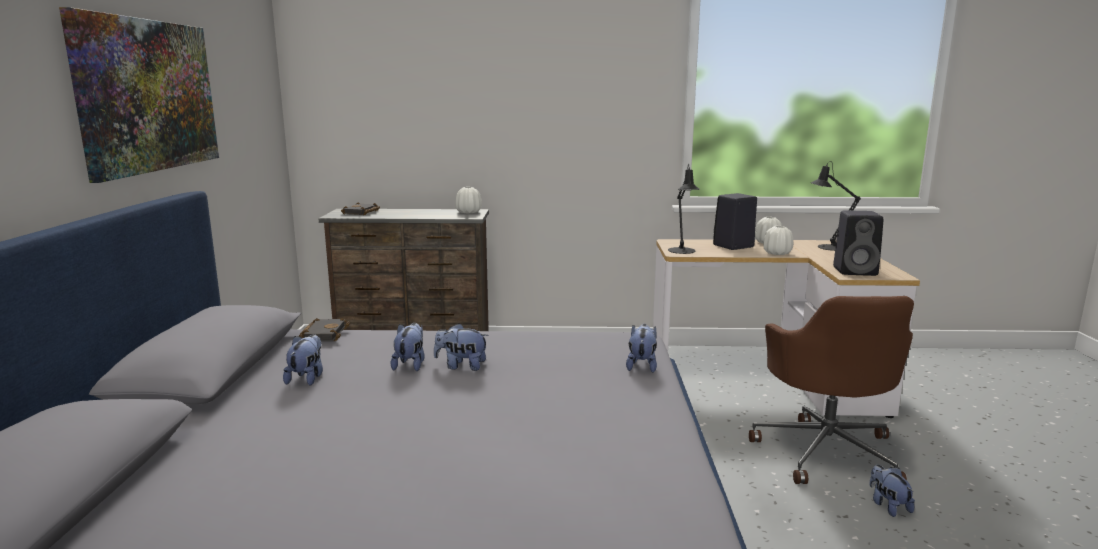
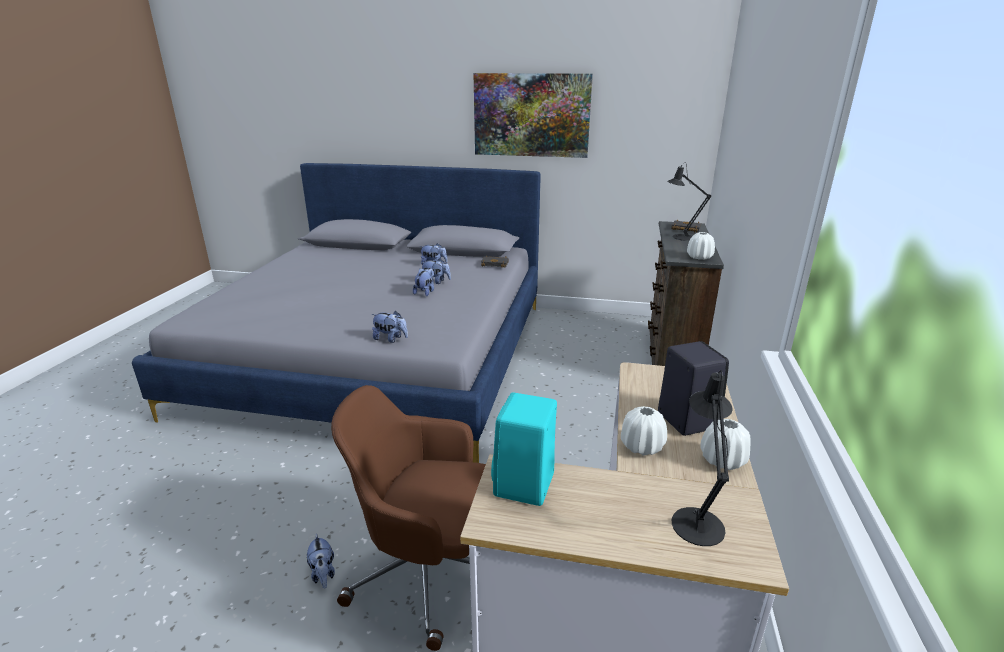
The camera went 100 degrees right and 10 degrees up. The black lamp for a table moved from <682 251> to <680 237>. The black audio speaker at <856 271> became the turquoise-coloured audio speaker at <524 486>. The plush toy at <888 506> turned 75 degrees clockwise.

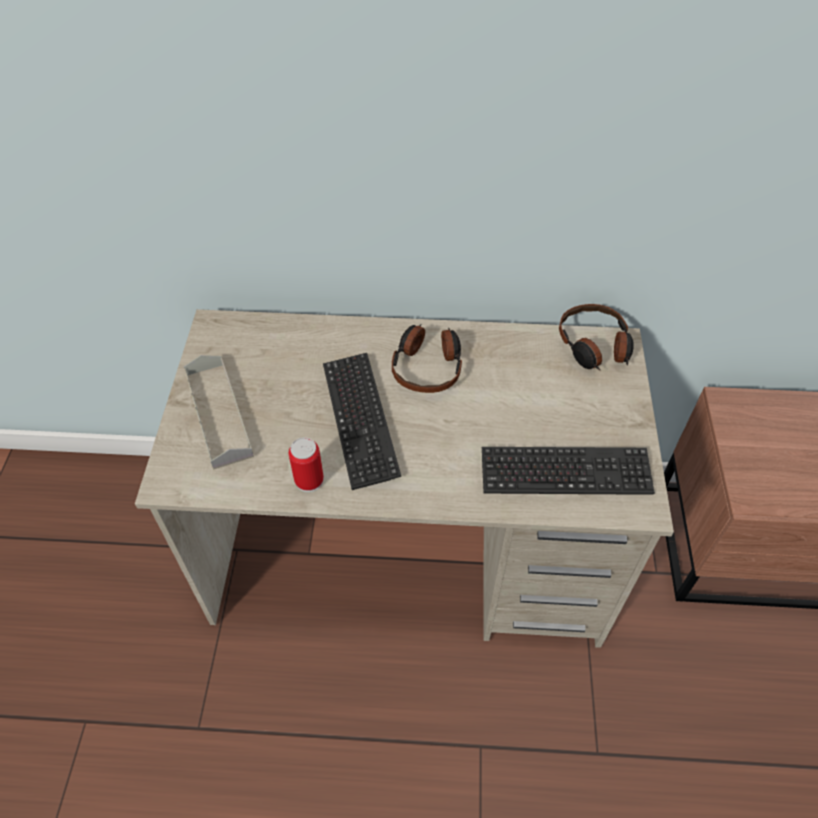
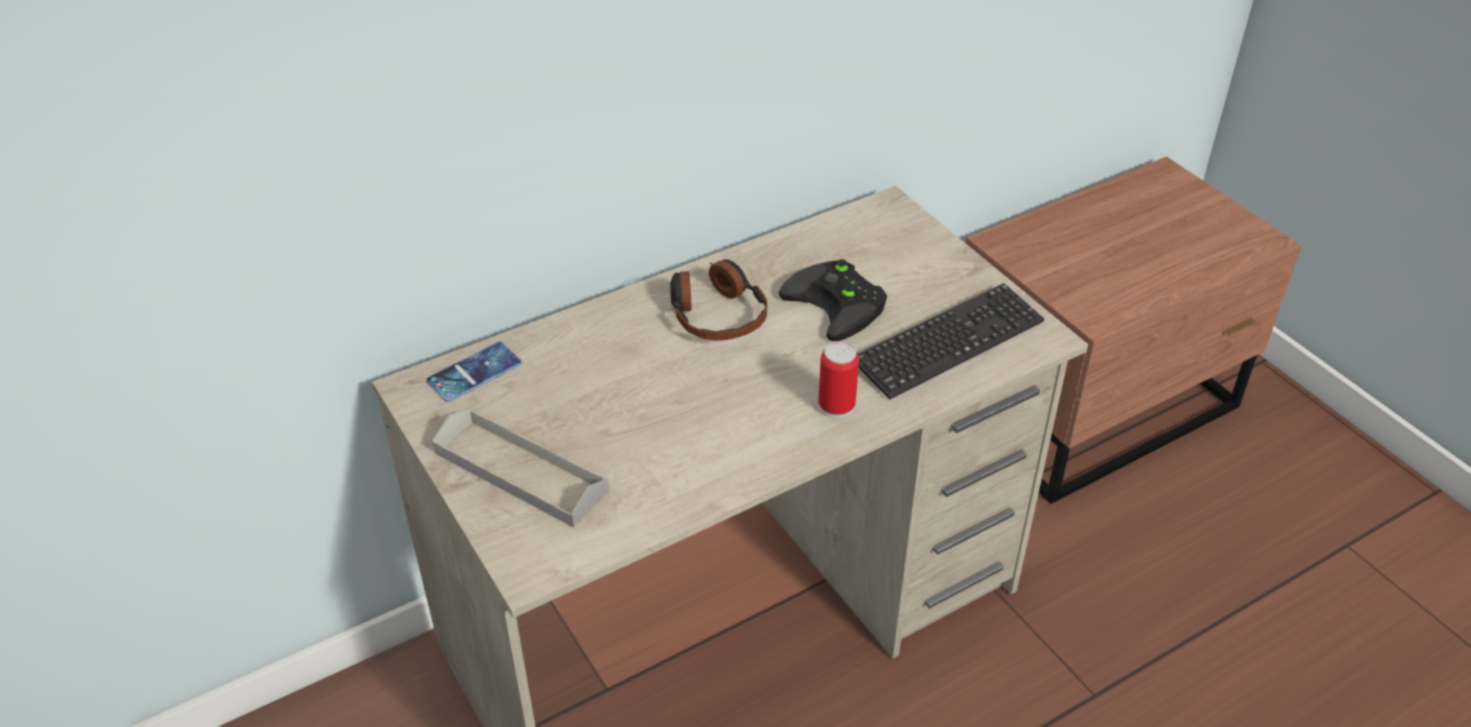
The camera went 35 degrees left and 10 degrees down. The headphones at <594 346> disappeared. The keyboard at <360 420> disappeared. The can moved from <309 480> to <836 406>. The black gamepad at <840 305> appeared. The handset at <474 372> appeared.

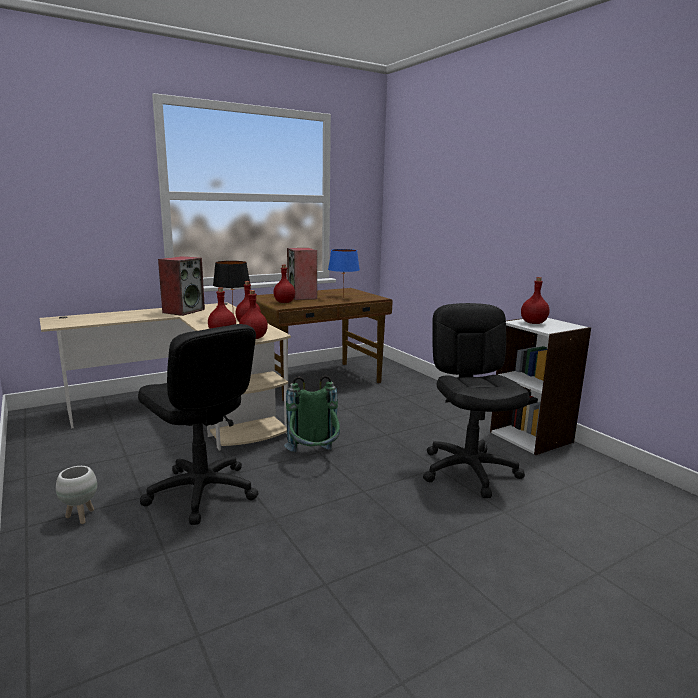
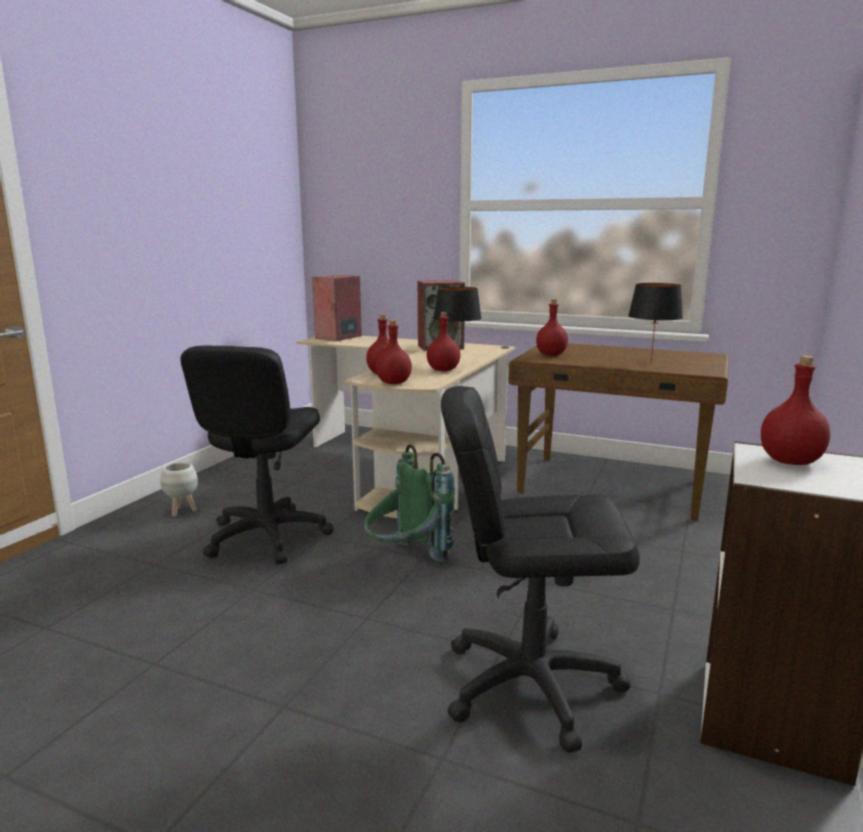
The camera went 55 degrees right and 0 degrees up. The audio speaker moved from <302 297> to <338 337>. The blue lamp for a table at <343 298> became the black lamp for a table at <651 363>. The black computer chair at <469 471> turned 135 degrees counterclockwise.

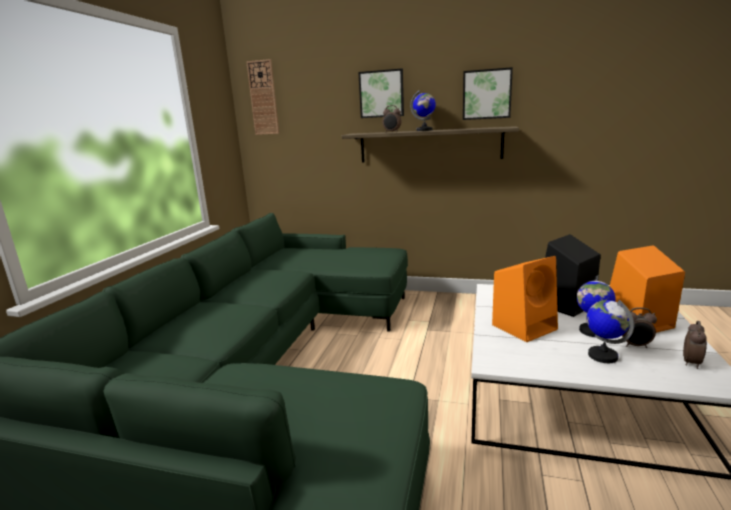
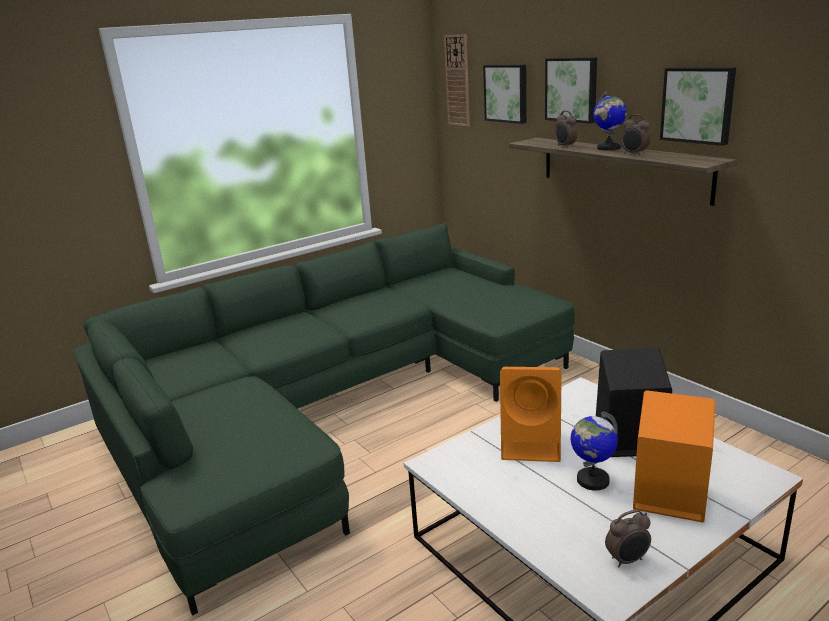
The camera went 40 degrees right and 5 degrees up. The globe at <602 356> disappeared. The bedside clock moved from <635 345> to <634 154>. The wall art at <507 93> appeared.

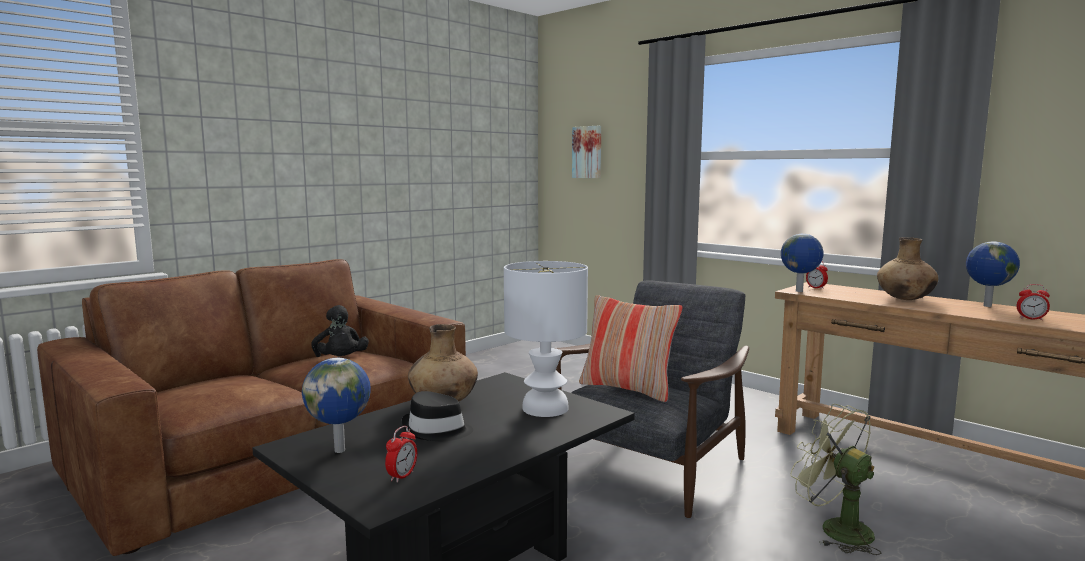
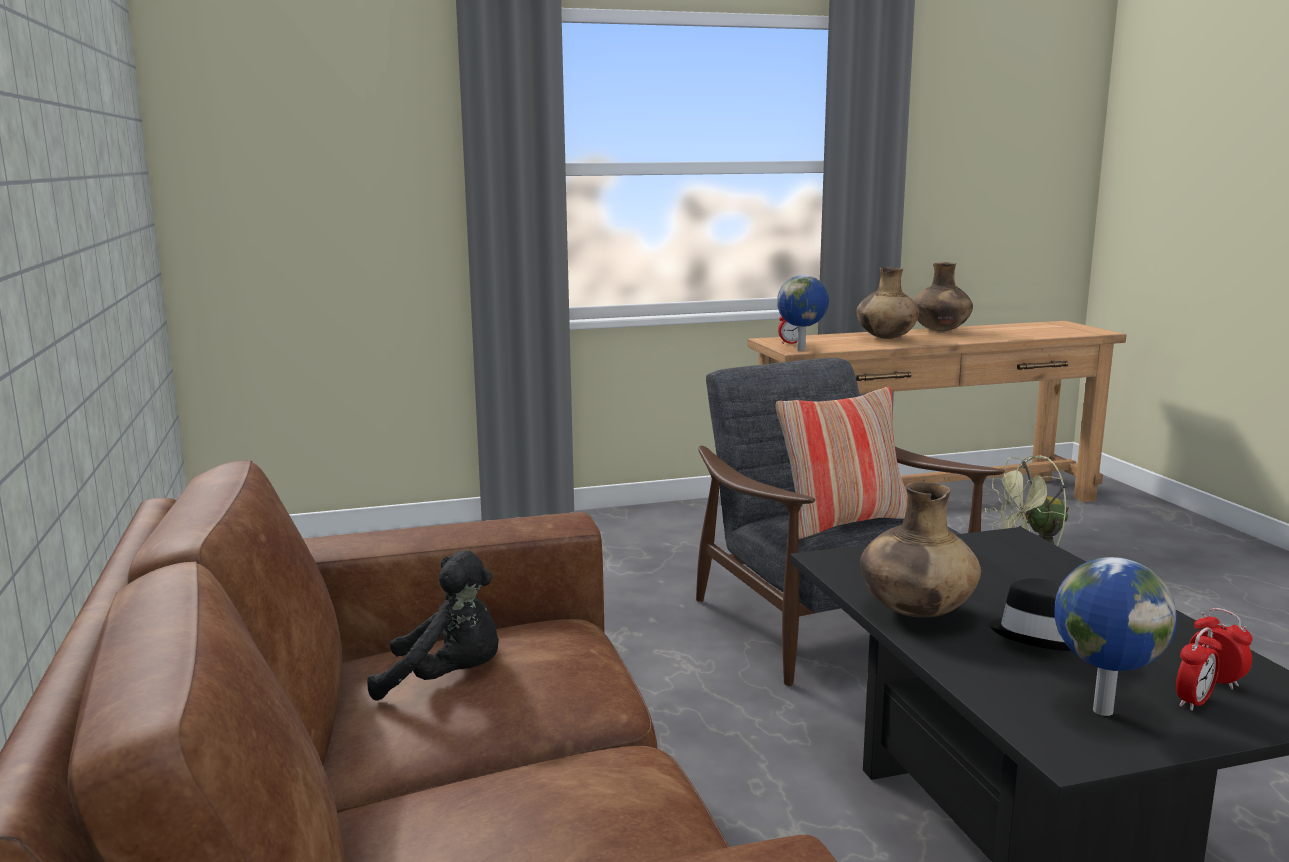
The camera went 60 degrees left and 5 degrees up. The wall art at <588 152> disappeared. The globe at <986 306> was replaced by the brownish vase at <940 331>. The whitish lamp for a table at <546 408> disappeared. The bedside clock moved from <1031 319> to <1194 702>.

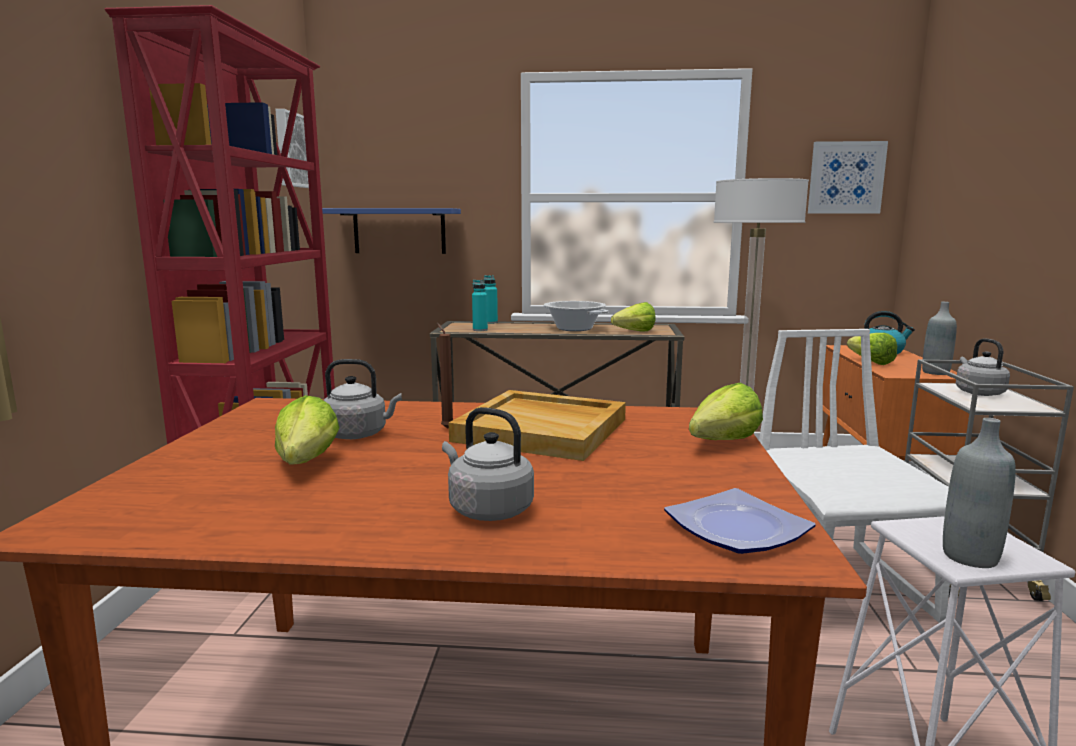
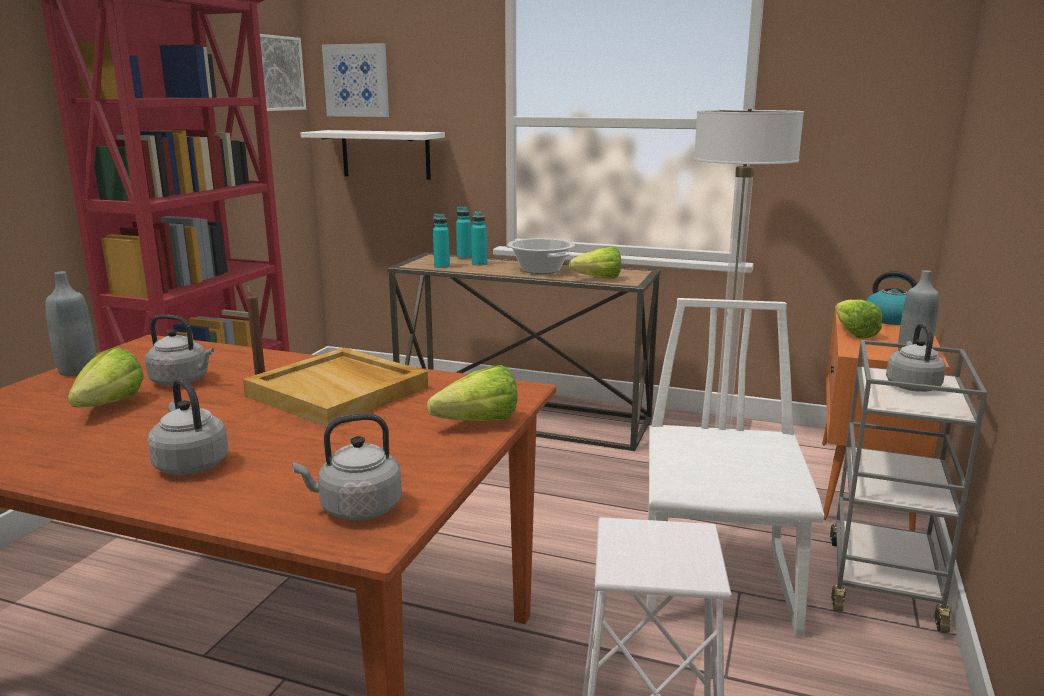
The camera went 15 degrees right and 5 degrees up. The wall art moved from <846 178> to <356 80>. The blue bracket shelf at <399 231> became the whitish bracket shelf at <386 154>. The gray beverage bottle moved from <970 557> to <78 371>. The dinner plate at <736 530> was replaced by the gray kettle at <356 509>. The turquoise-coloured beverage bottle at <479 264> appeared.

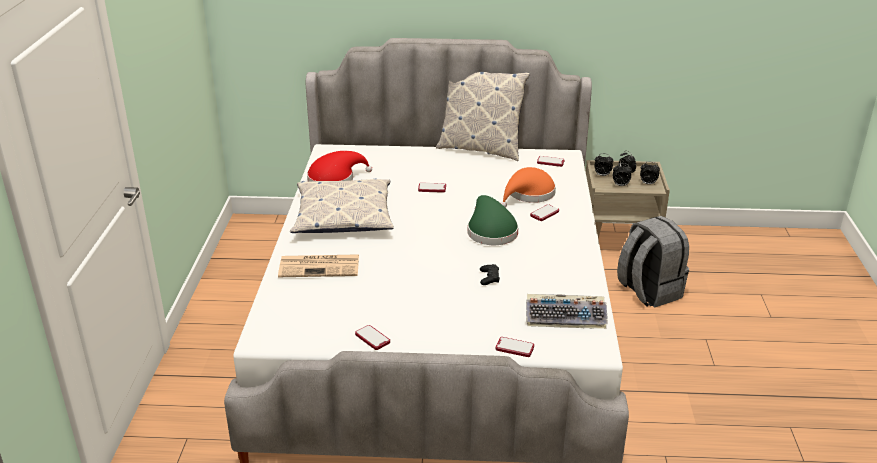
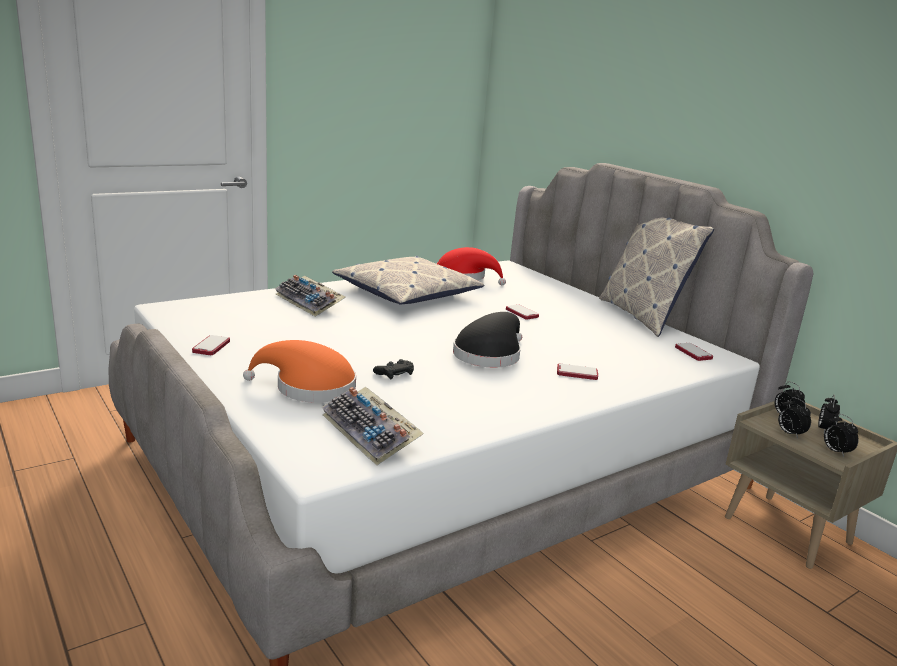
The camera went 50 degrees right and 10 degrees down. The orange wearable hat moved from <528 194> to <309 387>. The greenish wearable hat at <490 231> became the black wearable hat at <489 354>. The gray rucksack at <648 291> disappeared. The newspaper at <320 266> was replaced by the keyboard at <310 302>. The handset at <514 348> disappeared.

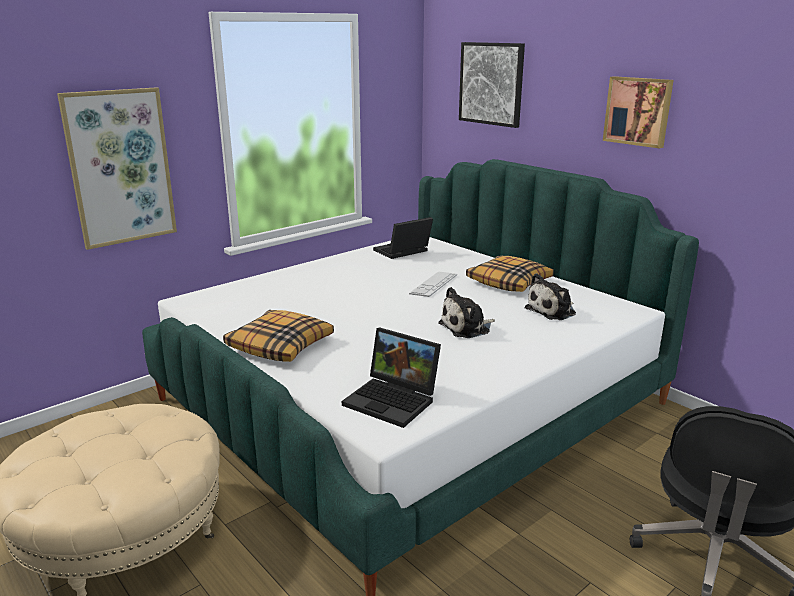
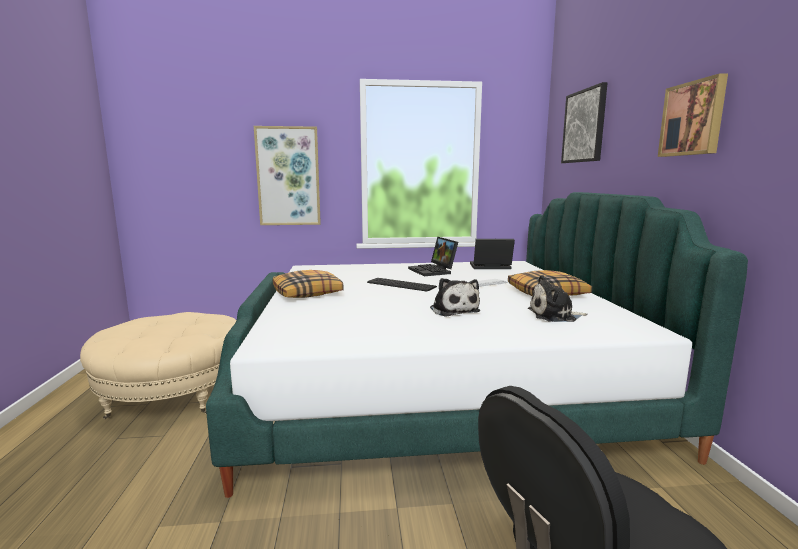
The camera went 35 degrees right and 10 degrees down. The plush toy at <467 328> turned 120 degrees counterclockwise. The portable computer moved from <394 400> to <433 271>. The keyboard at <401 285> appeared.

